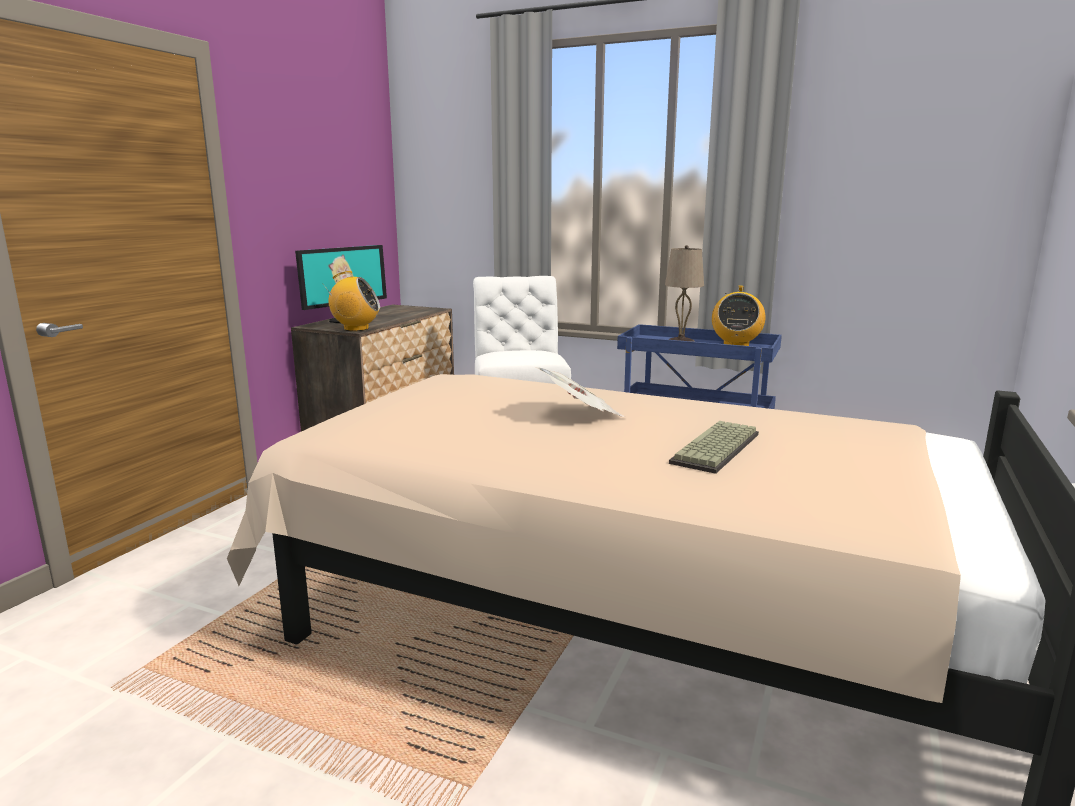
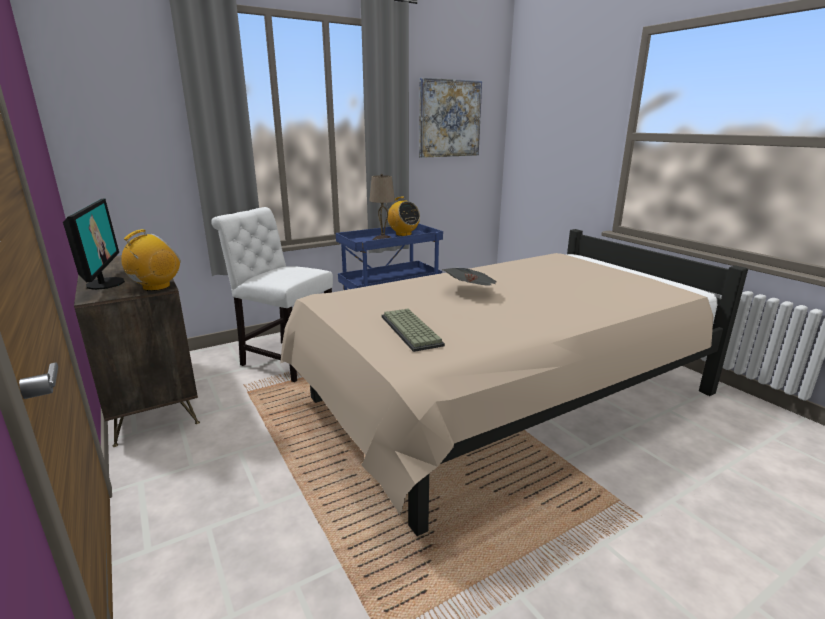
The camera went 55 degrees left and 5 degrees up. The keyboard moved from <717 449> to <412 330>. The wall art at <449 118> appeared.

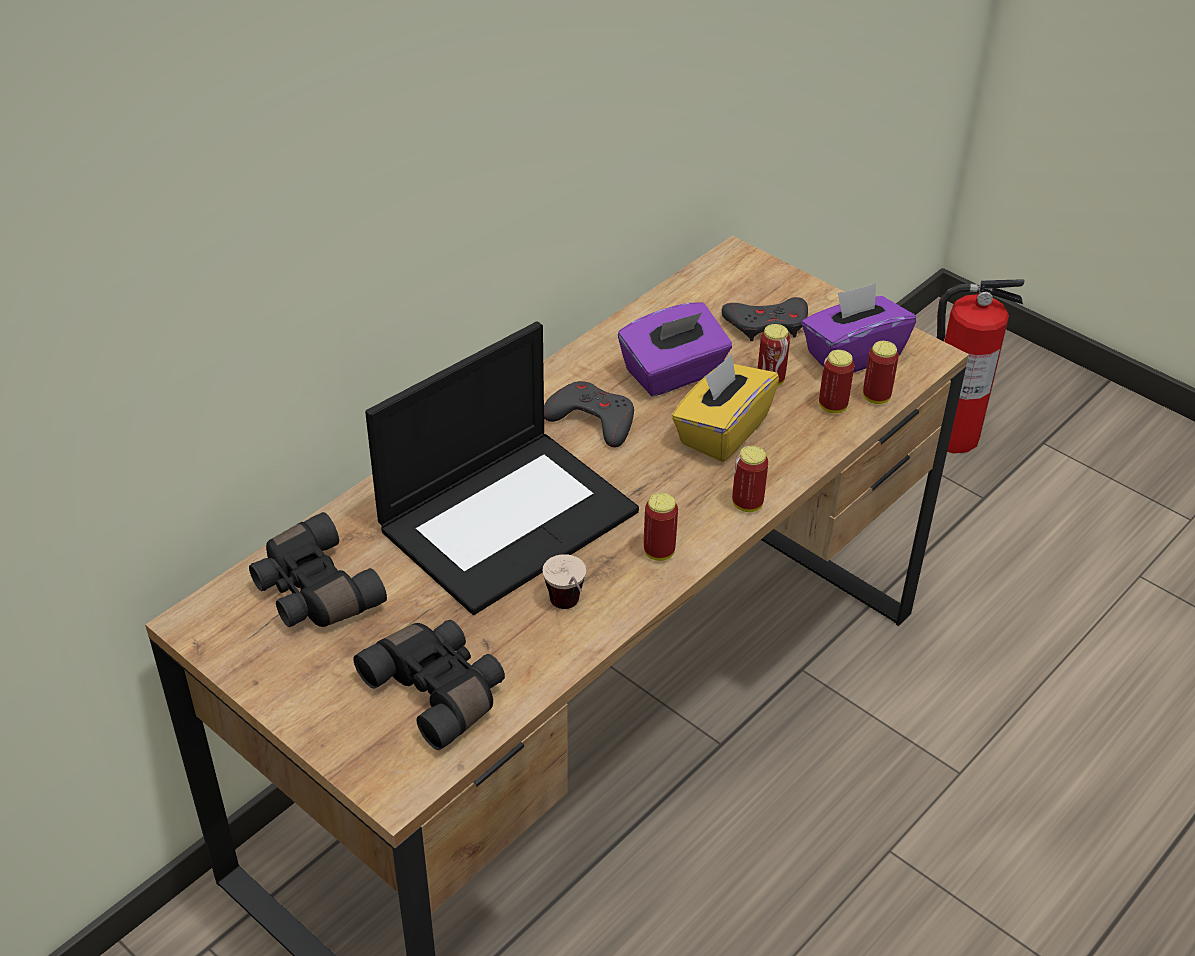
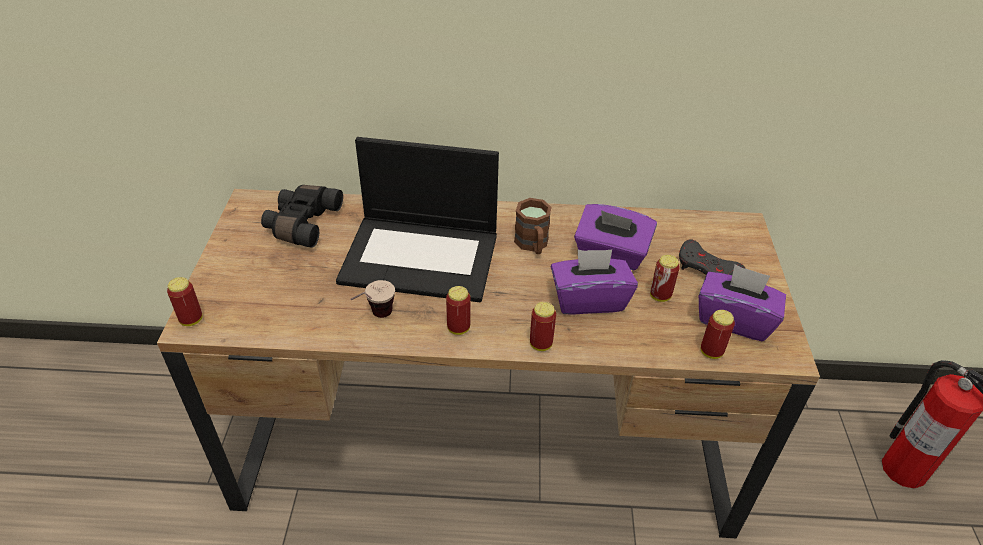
The camera went 50 degrees right and 0 degrees up. The can moved from <832 406> to <191 319>. The yellow box of tissues at <722 431> became the purplish box of tissues at <589 299>. The gray gamepad at <592 420> was replaced by the brownish coffee mug at <533 245>. The black pair of binoculars at <439 690> disappeared.

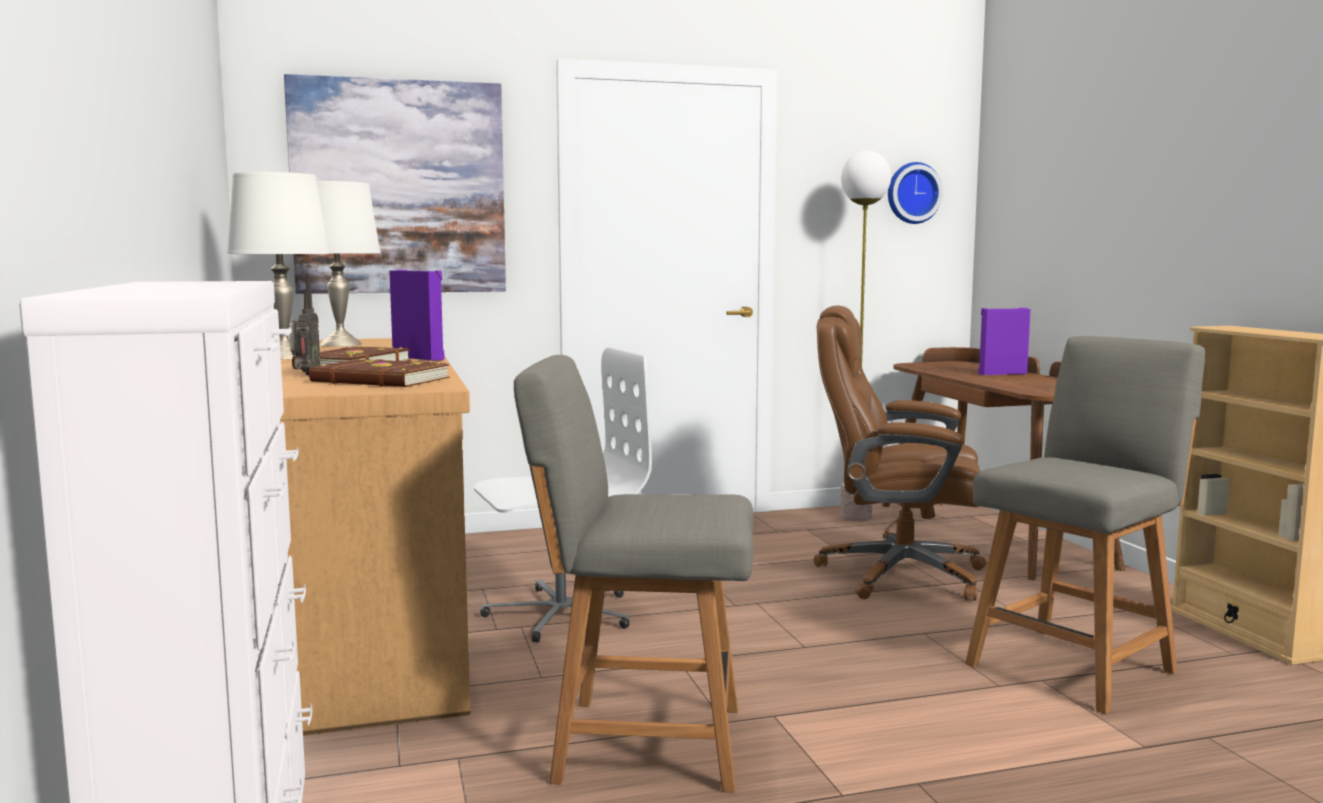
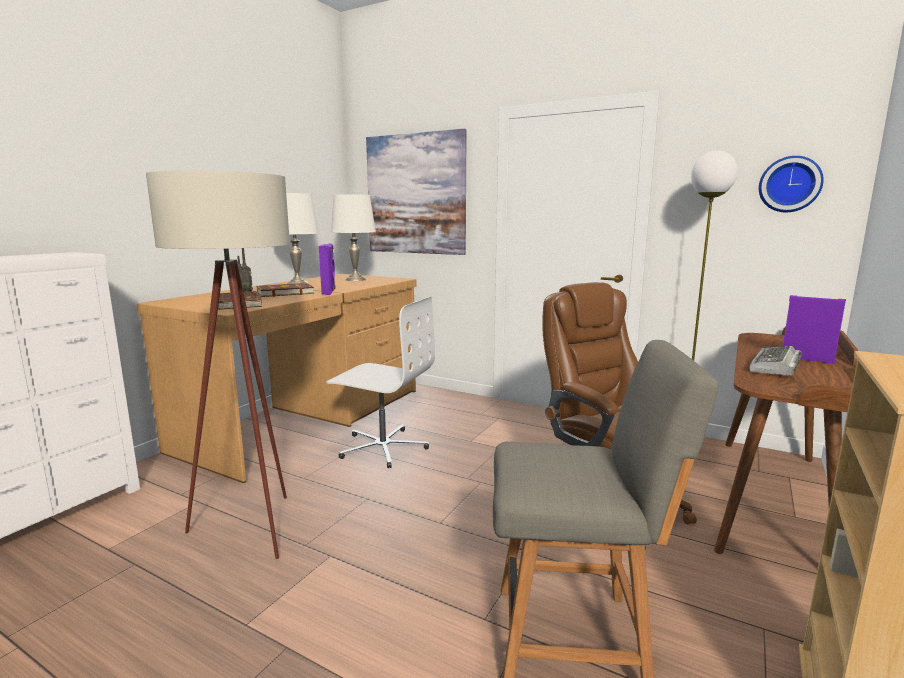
The camera went 45 degrees right and 5 degrees up. The gray chair at <641 743> was replaced by the beige-coloured standard lamp at <254 534>. The keyboard at <775 367> appeared.

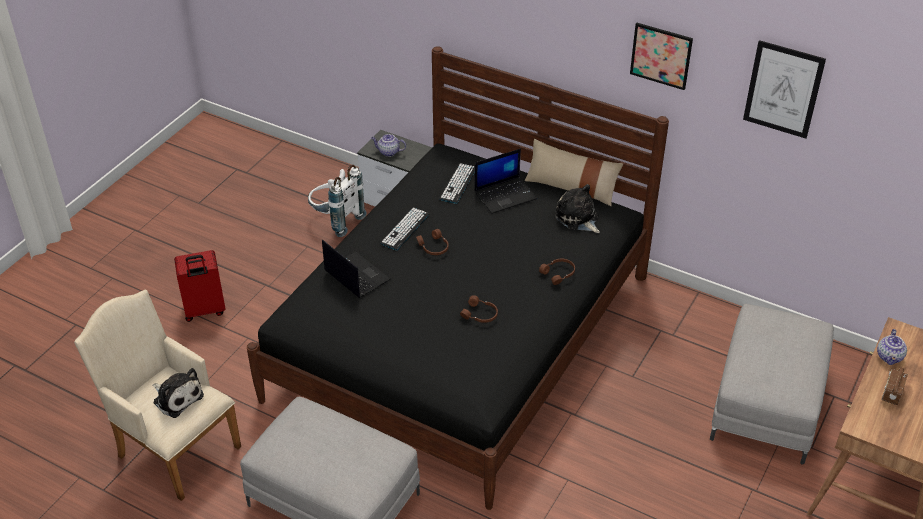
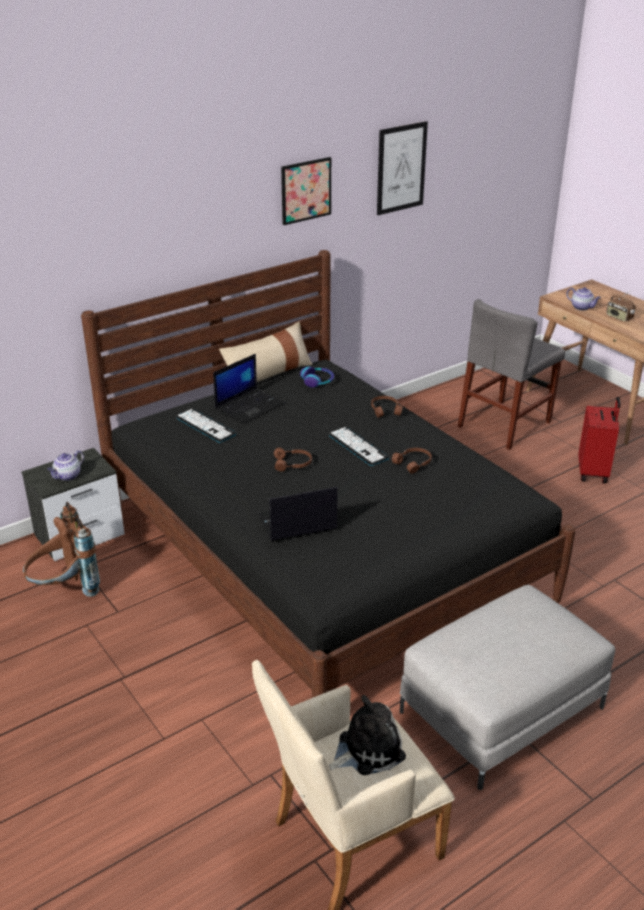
The camera went 65 degrees left and 10 degrees down. The portable computer at <505 195> turned 45 degrees clockwise. The whitish rucksack at <336 220> became the brownish rucksack at <65 590>. The plush toy at <578 218> was replaced by the headphones at <317 381>. The keyboard moved from <405 229> to <358 447>. The red travel case moved from <204 311> to <593 472>. The gray pouffe at <765 402> was replaced by the gray chair at <504 424>.

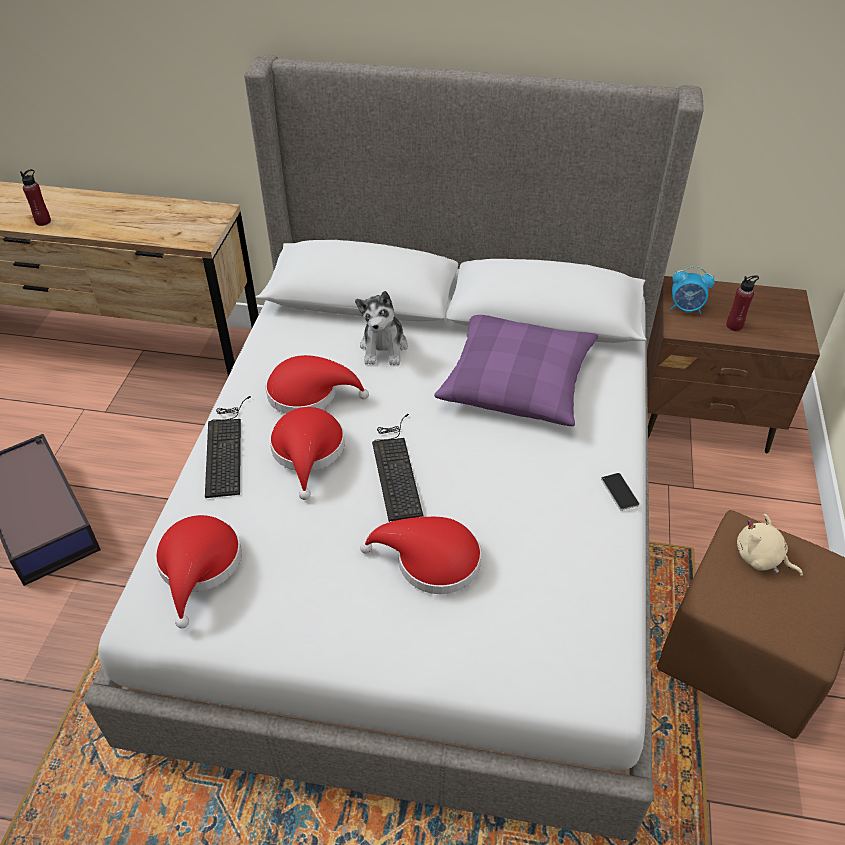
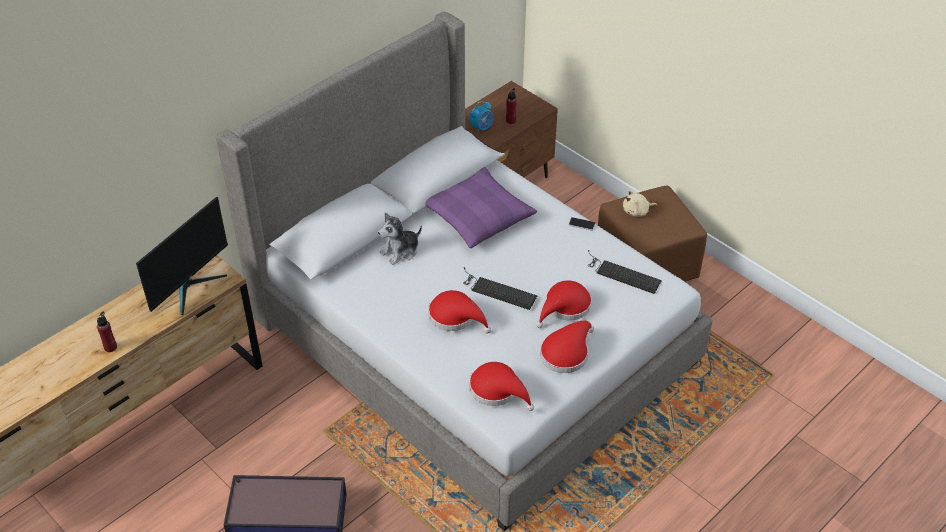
The camera went 55 degrees left and 0 degrees up. The plush toy at <384 347> turned 105 degrees clockwise. The red wearable hat moved from <309 393> to <566 353>. The keyboard moved from <226 447> to <621 273>. The computer display at <190 286> appeared.

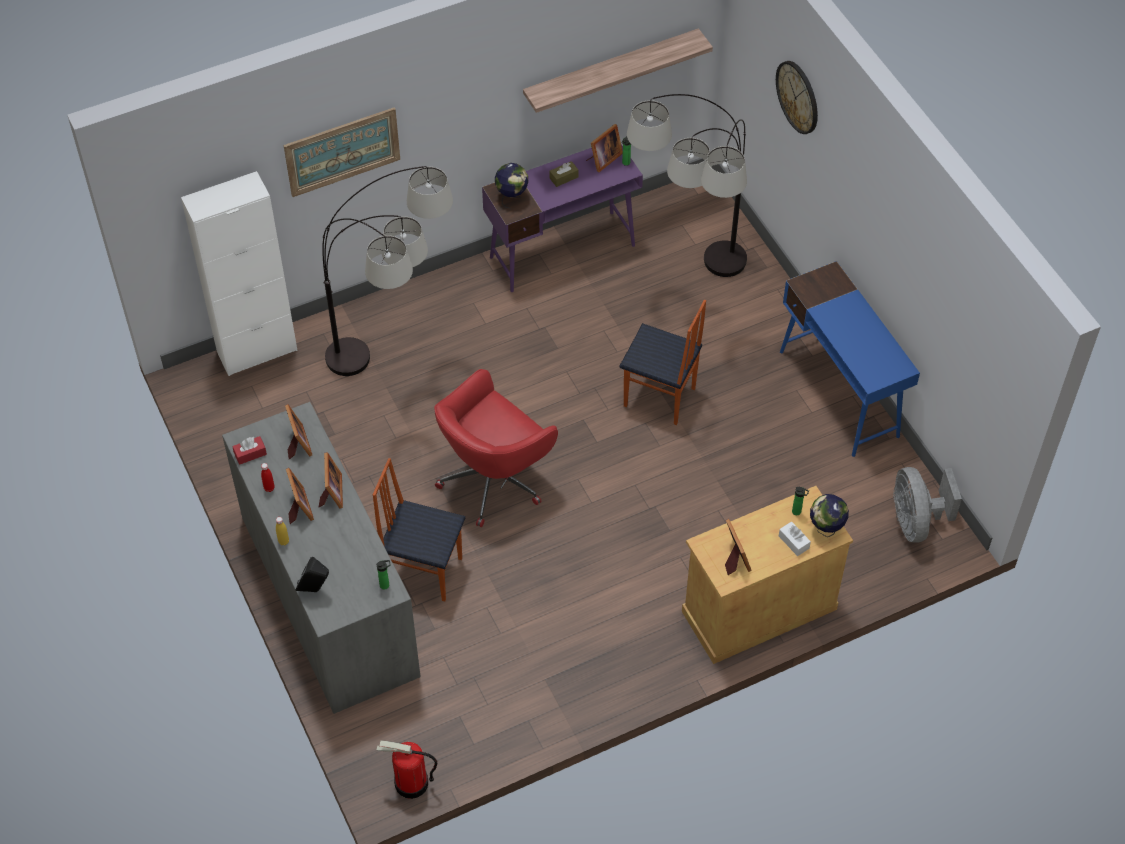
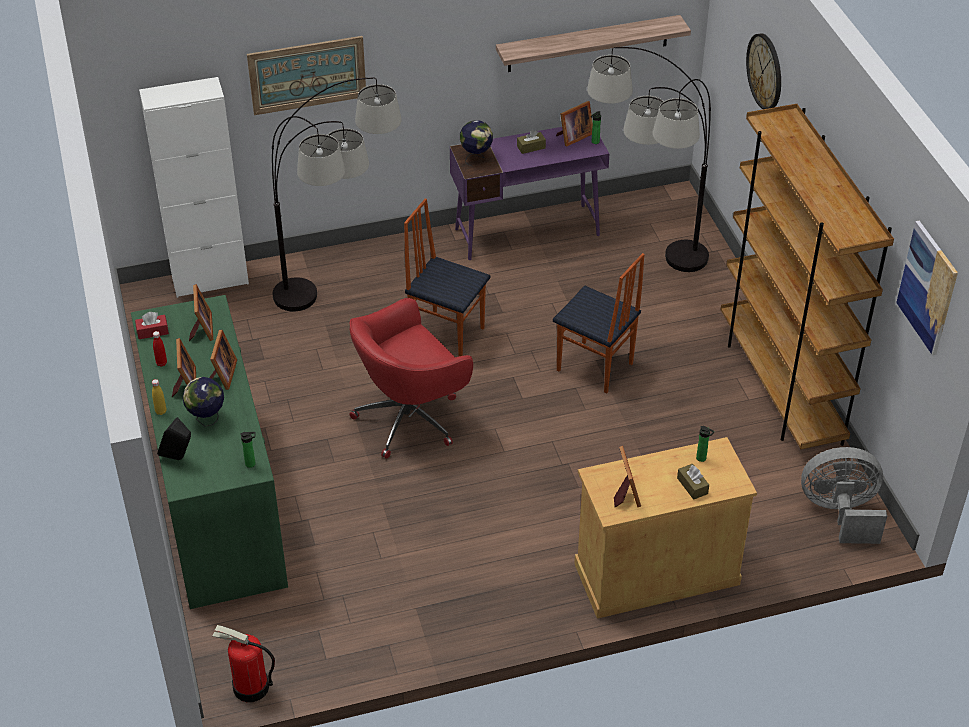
The camera went 10 degrees right and 10 degrees down. The blue desk table at <839 394> was replaced by the brownish shelving unit at <780 387>. The gray drawer chest at <329 595> became the greenish drawer chest at <217 499>. The chair moved from <424 570> to <447 333>. The gray cooling fan at <915 521> turned 90 degrees clockwise. The globe moved from <826 529> to <207 419>. The whitish box of tissues at <793 542> became the brownish box of tissues at <692 486>. The wall art at <928 287> appeared.

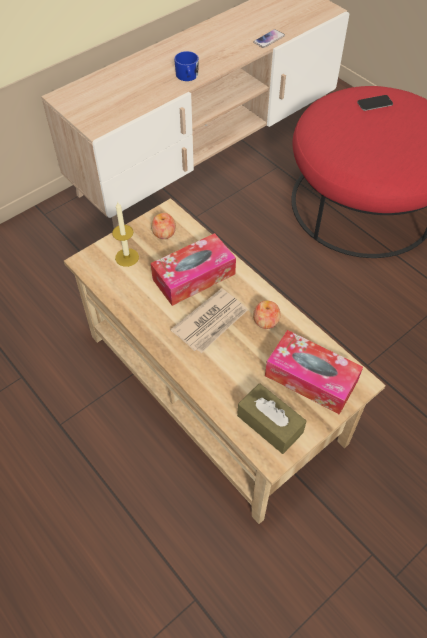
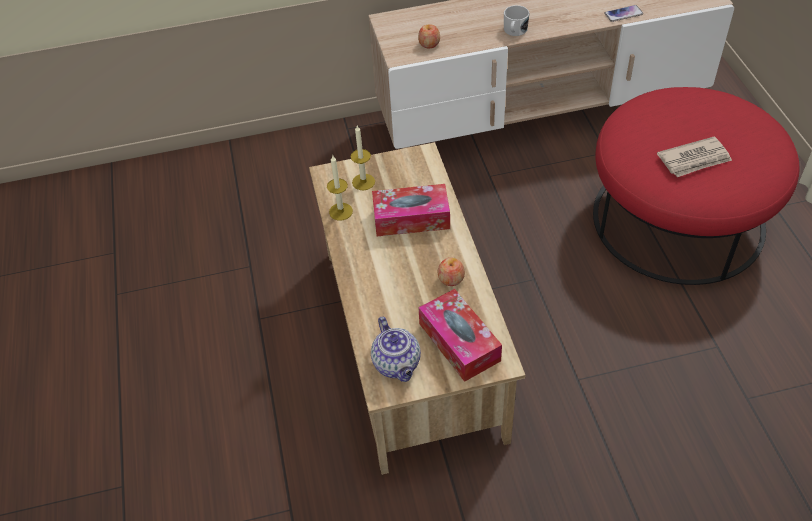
The camera went 30 degrees right and 5 degrees down. The blue coffee mug at <187 76> became the whitish coffee mug at <514 31>. The handset at <374 103> disappeared. The whole apple moved from <164 233> to <429 44>. The newspaper moved from <211 322> to <694 159>. The brownish box of tissues at <270 424> was replaced by the tea pot at <397 364>. The candle at <341 211> appeared.

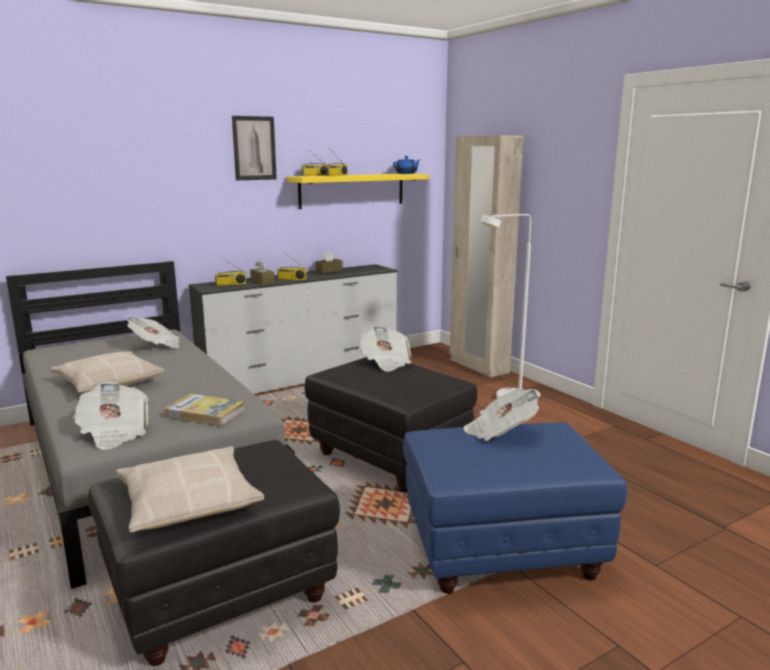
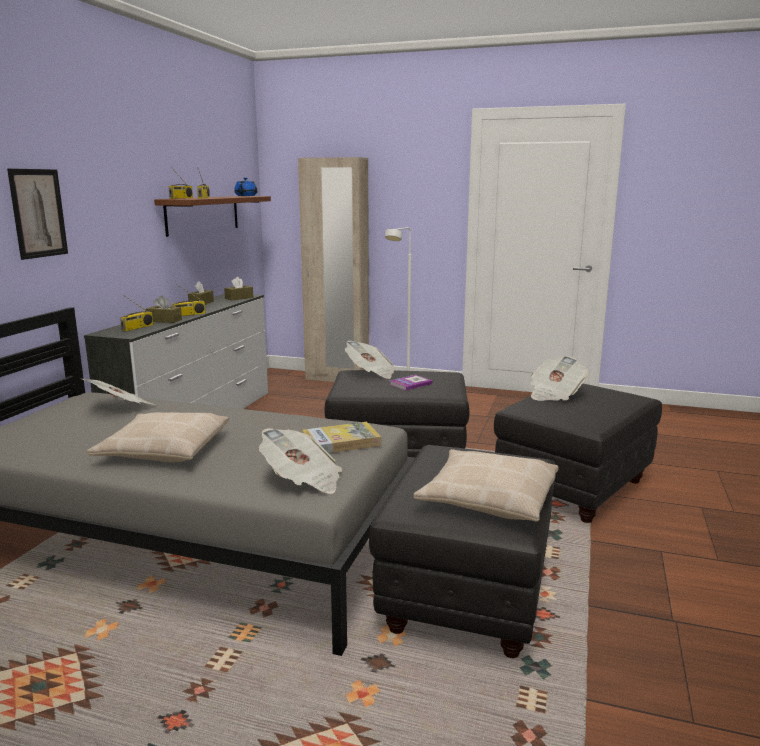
The camera went 40 degrees left and 0 degrees up. The wall art moved from <254 148> to <38 213>. The yellow bracket shelf at <352 190> became the brownish bracket shelf at <203 214>. The blue pouffe at <501 551> became the black pouffe at <572 488>. The brownish box of tissues at <239 298> appeared. The bound book at <410 384> appeared.

